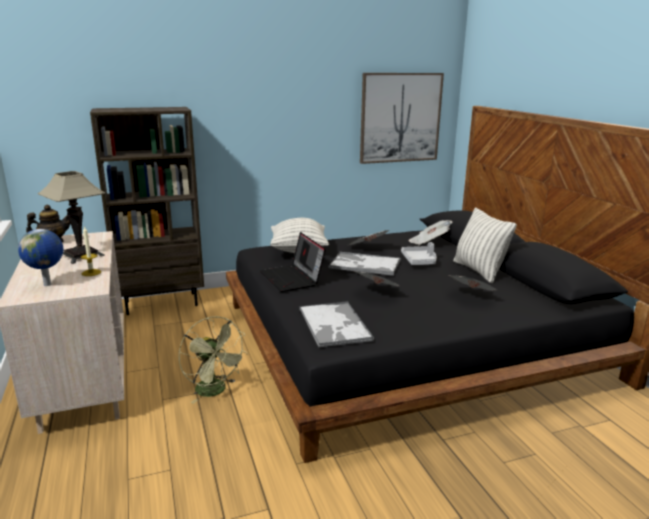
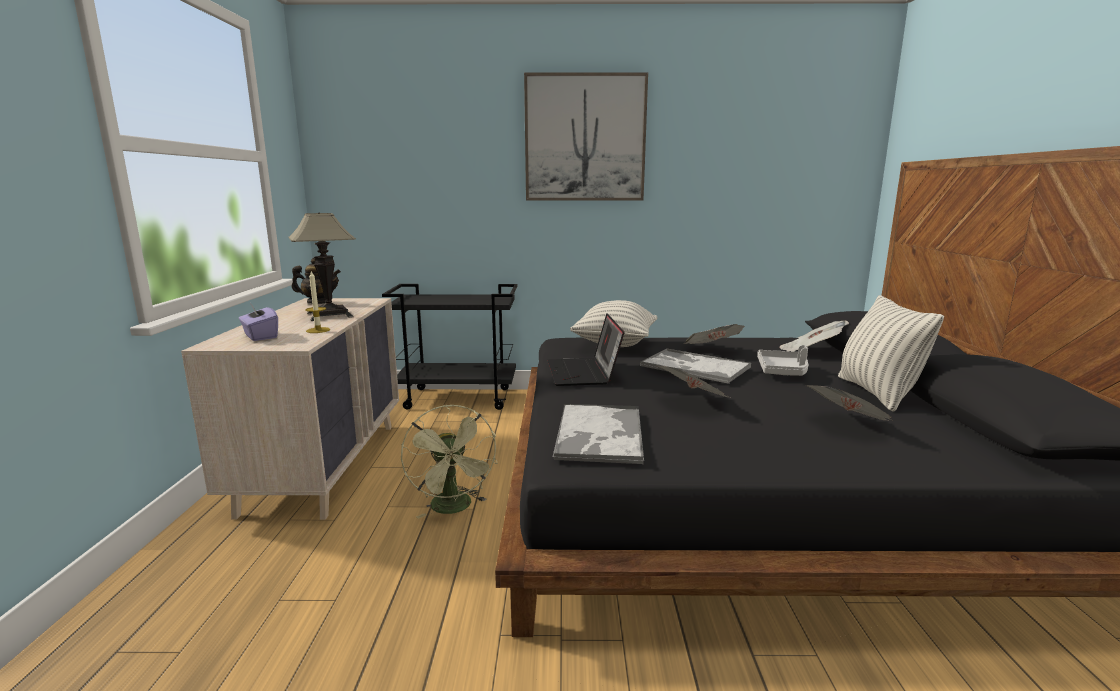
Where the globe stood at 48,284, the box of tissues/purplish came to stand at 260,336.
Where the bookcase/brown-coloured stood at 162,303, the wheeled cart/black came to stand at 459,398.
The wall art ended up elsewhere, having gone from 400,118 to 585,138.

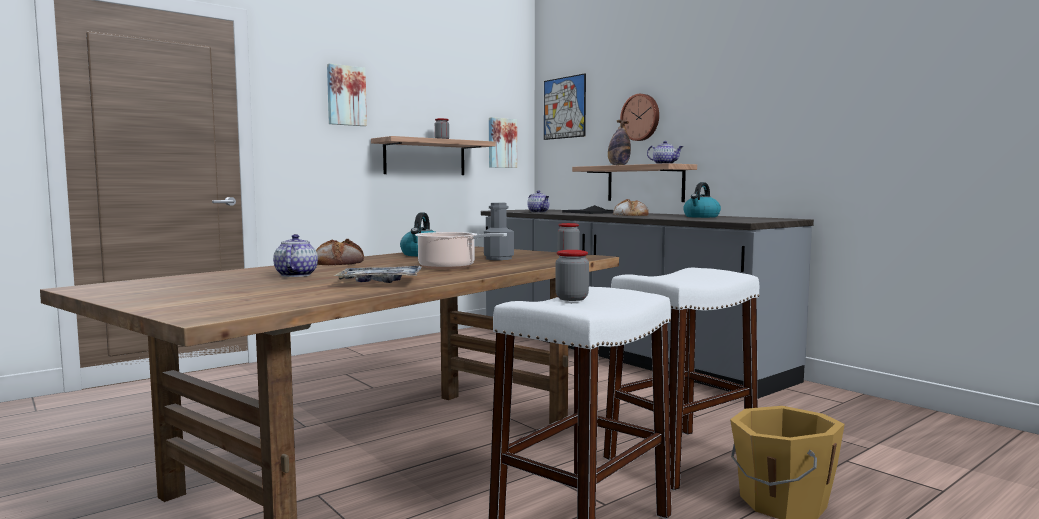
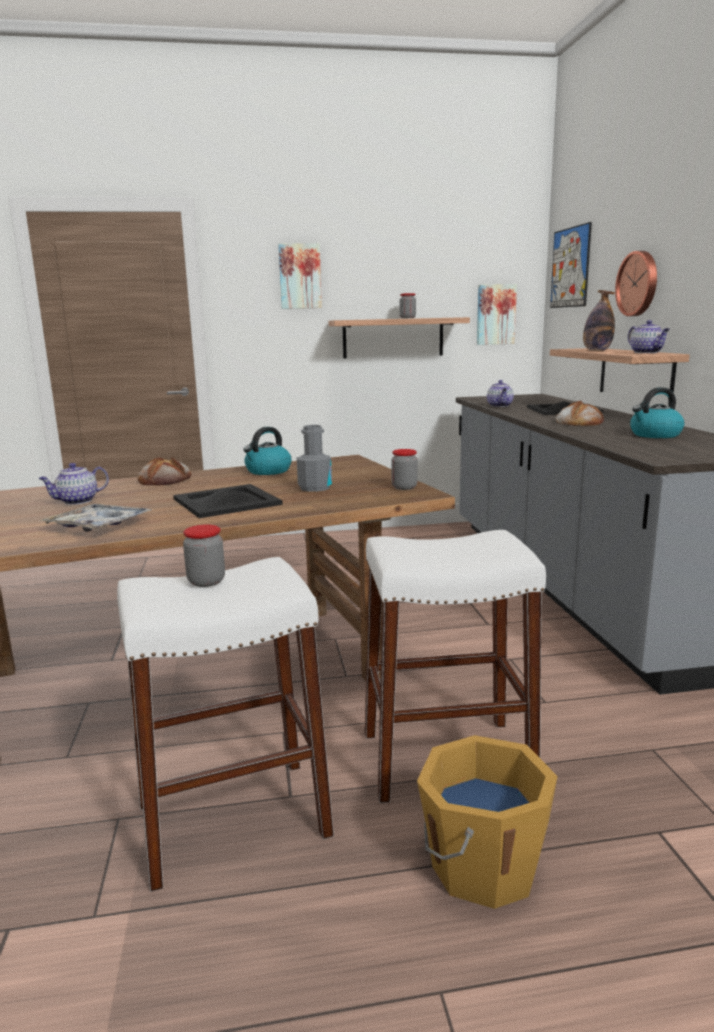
The pot for tea at 296,275 ended up facing another way, 150 degrees counterclockwise from before.
Where the stockpot stood at 450,267, the carrying tray/black came to stand at 226,502.

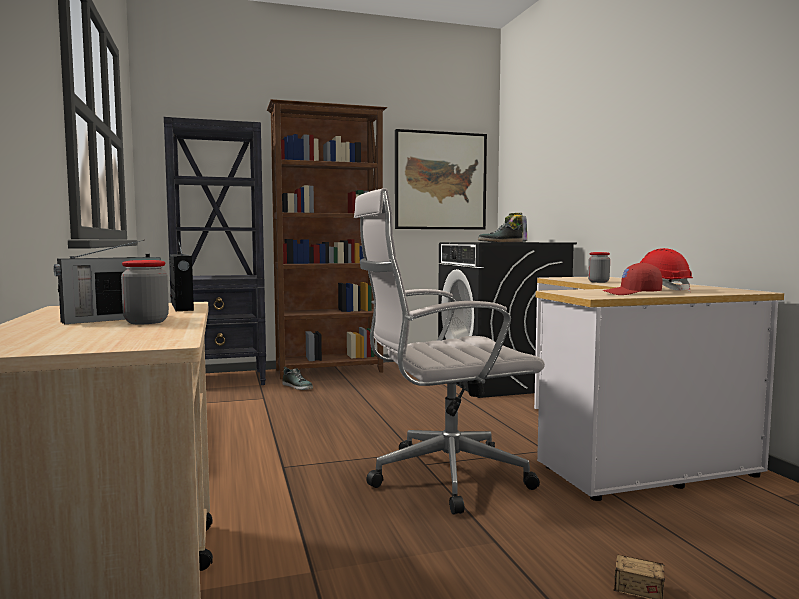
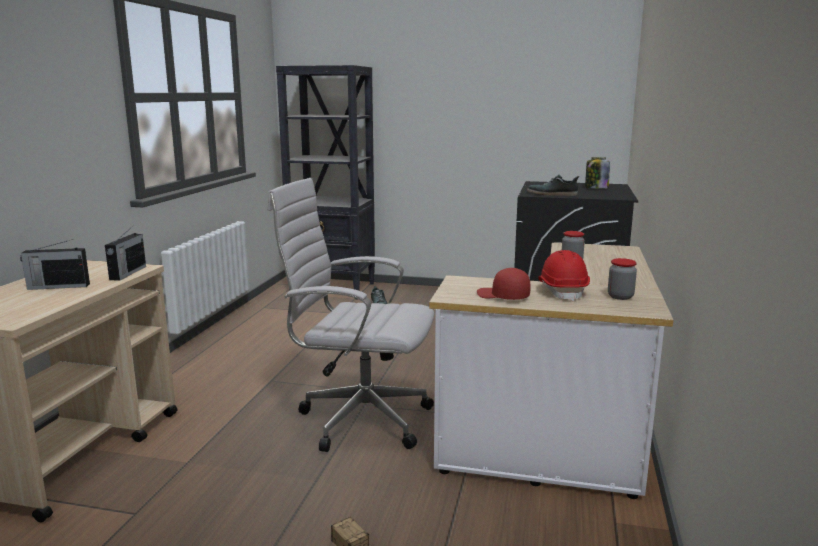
The jar ended up elsewhere, having gone from 146,322 to 620,297.
The second view lost the bookcase/brown-coloured at 330,371.
The second view lost the wall art at 440,181.

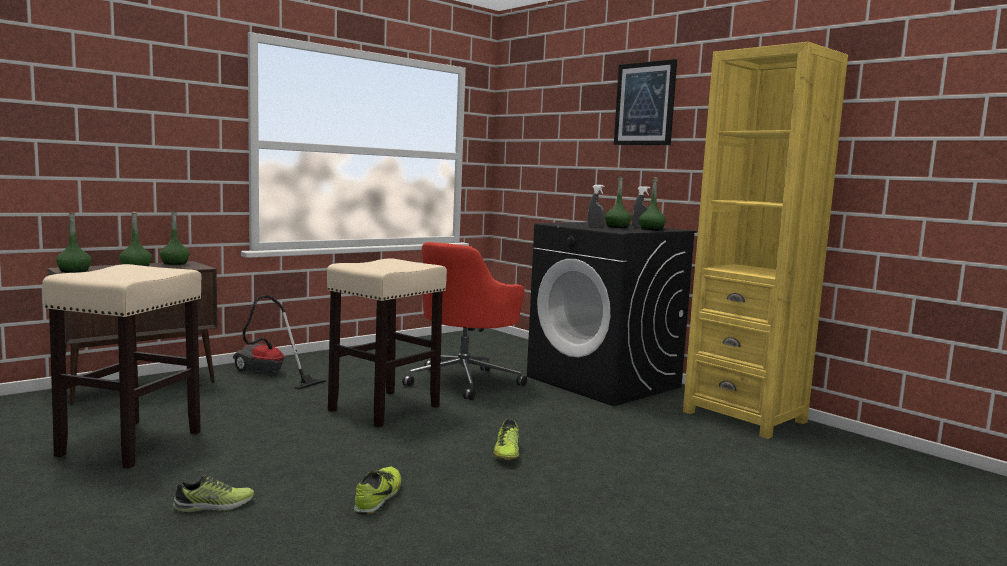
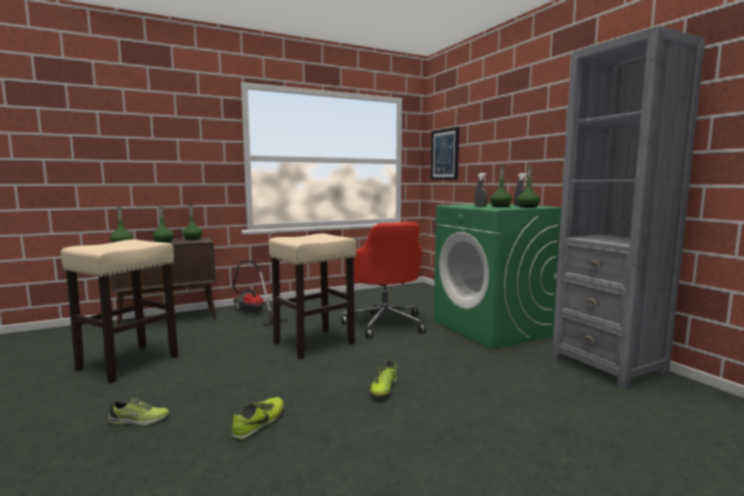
The office chair/red-coloured at 464,381 ended up facing another way, 60 degrees counterclockwise from before.
What was the washing machine/black at 604,382 turned into the washing machine/green-coloured at 494,328.
The wall art ended up elsewhere, having gone from 645,104 to 445,154.
What was the bookcase/yellow at 744,417 turned into the bookcase/greyish at 607,365.

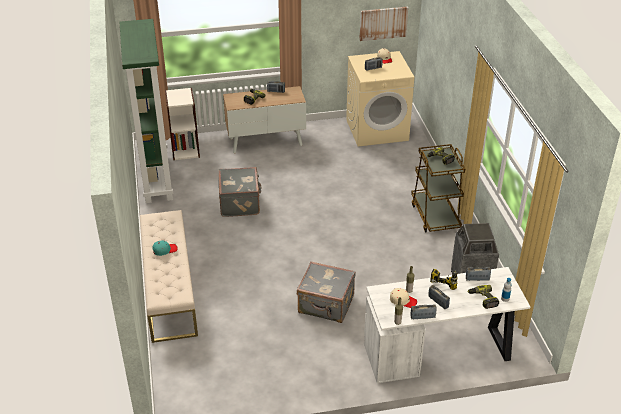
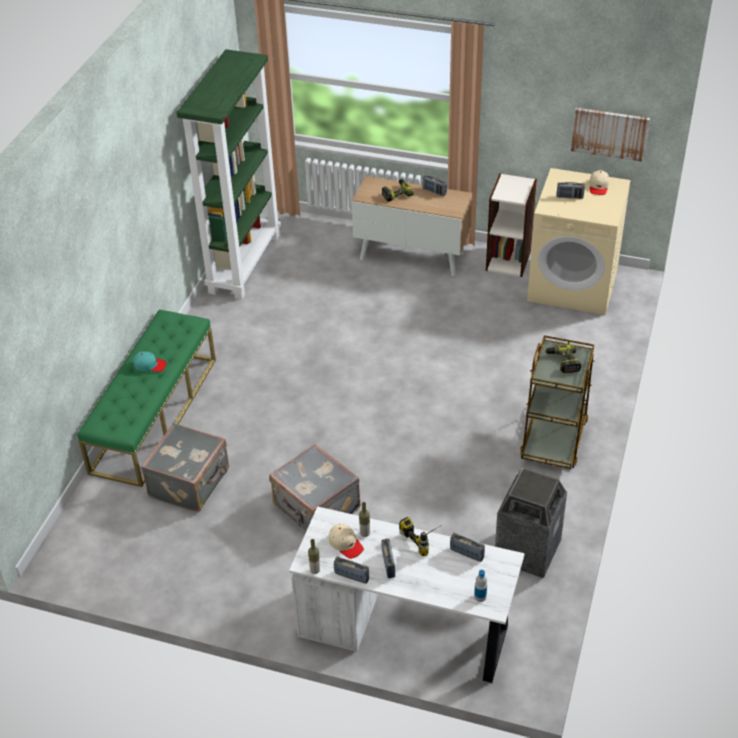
What was the bench/beige-coloured at 169,288 turned into the bench/green-coloured at 154,414.
The bookcase ended up elsewhere, having gone from 185,150 to 508,260.
The piece of luggage/greyish ended up elsewhere, having gone from 240,203 to 191,483.
The second view lost the electric drill at 483,299.

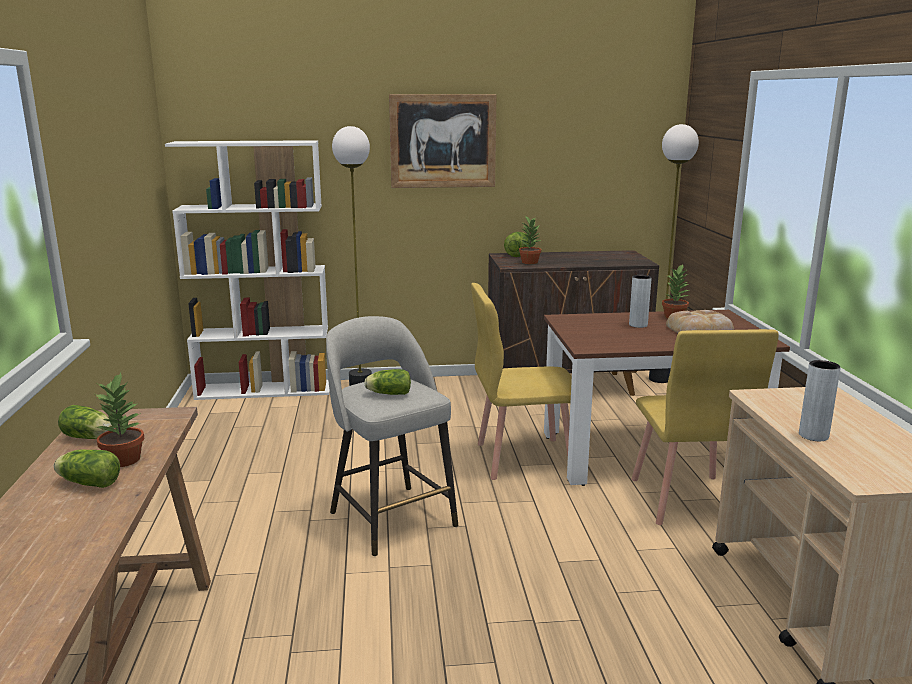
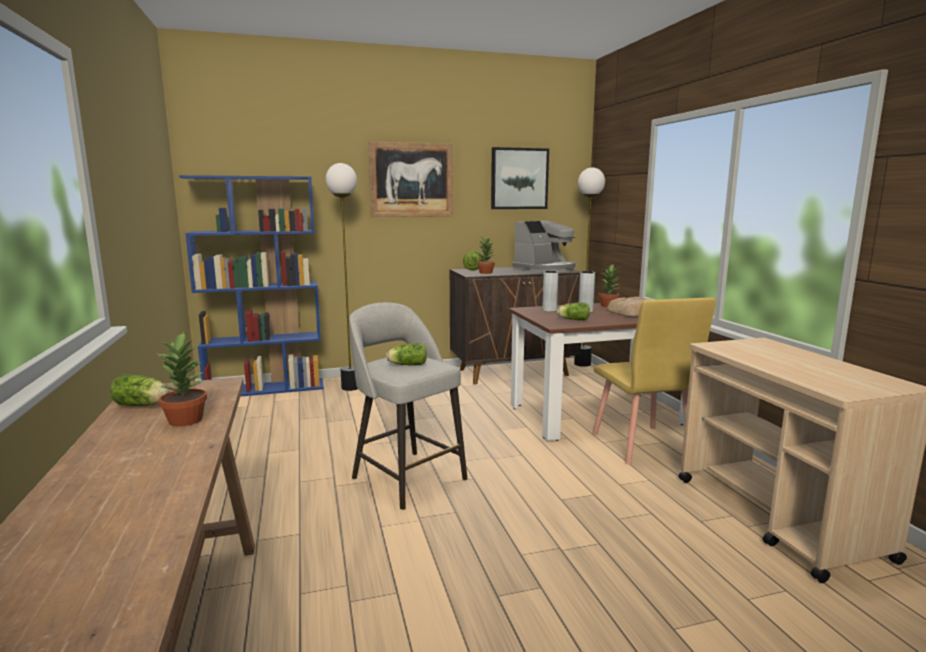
The lettuce head ended up elsewhere, having gone from 87,483 to 572,319.
What was the bookcase/whitish at 265,390 turned into the bookcase/bluish at 266,389.
The second view lost the chair/yellow at 523,458.
The vase/greyish ended up elsewhere, having gone from 813,435 to 549,310.
The second view gained the wall art at 519,178.
The second view gained the coffee brewer at 545,269.

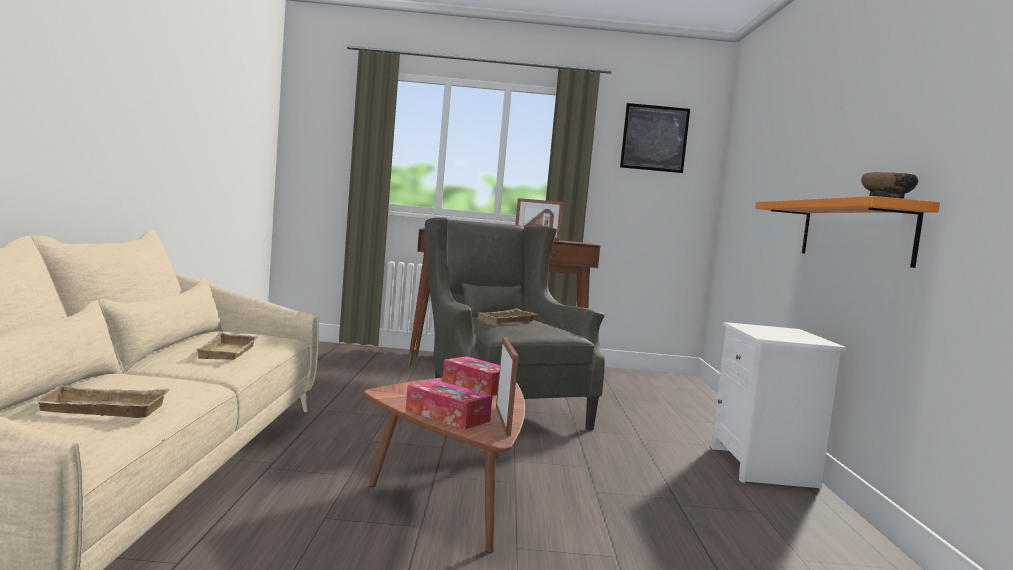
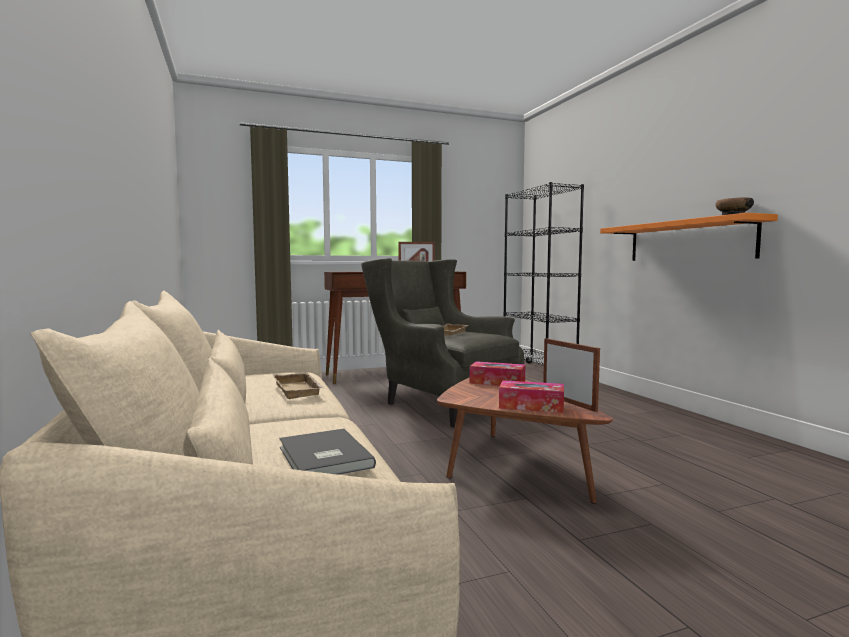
Where the carrying tray/beige-coloured stood at 99,410, the bound book/greyish came to stand at 322,458.
The second view lost the wall art at 654,138.
The second view lost the nightstand/whitish at 765,468.
The second view gained the bookcase/black at 538,371.

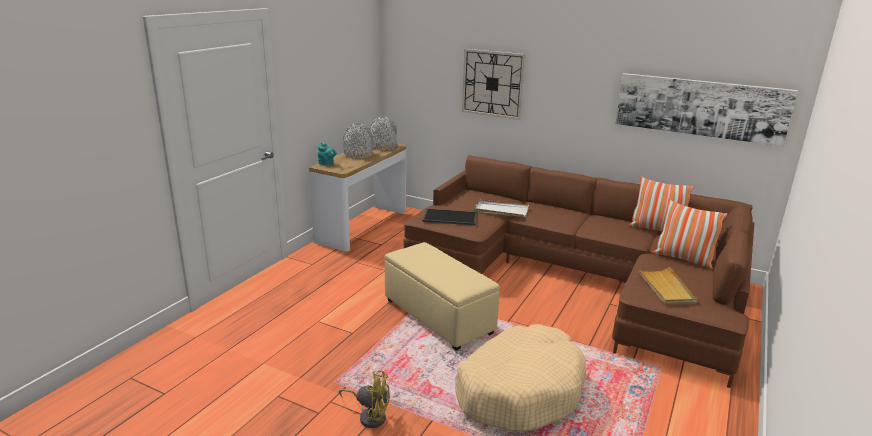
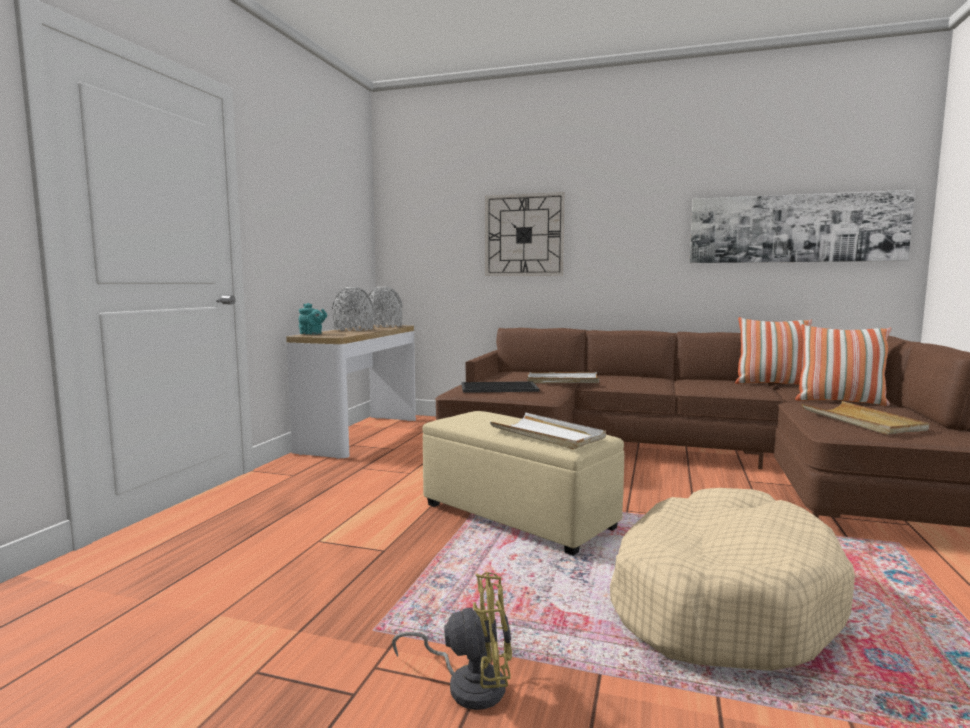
The second view gained the carrying tray/whitish at 547,435.

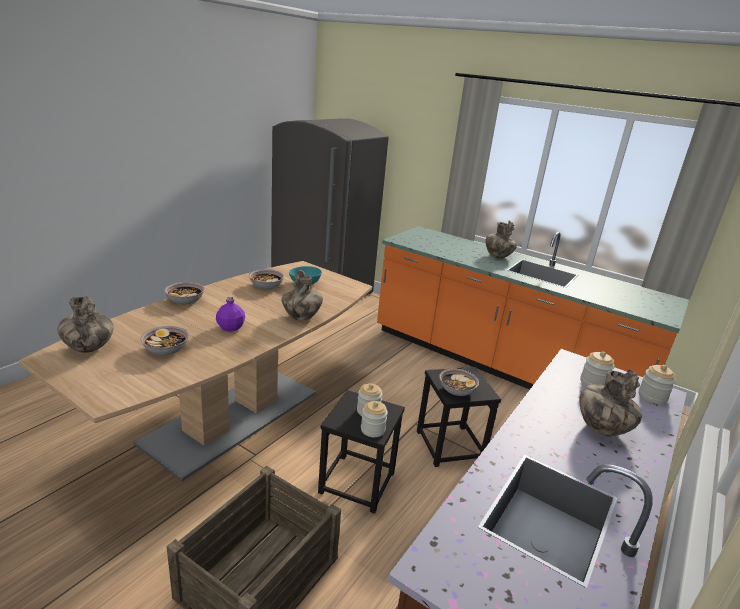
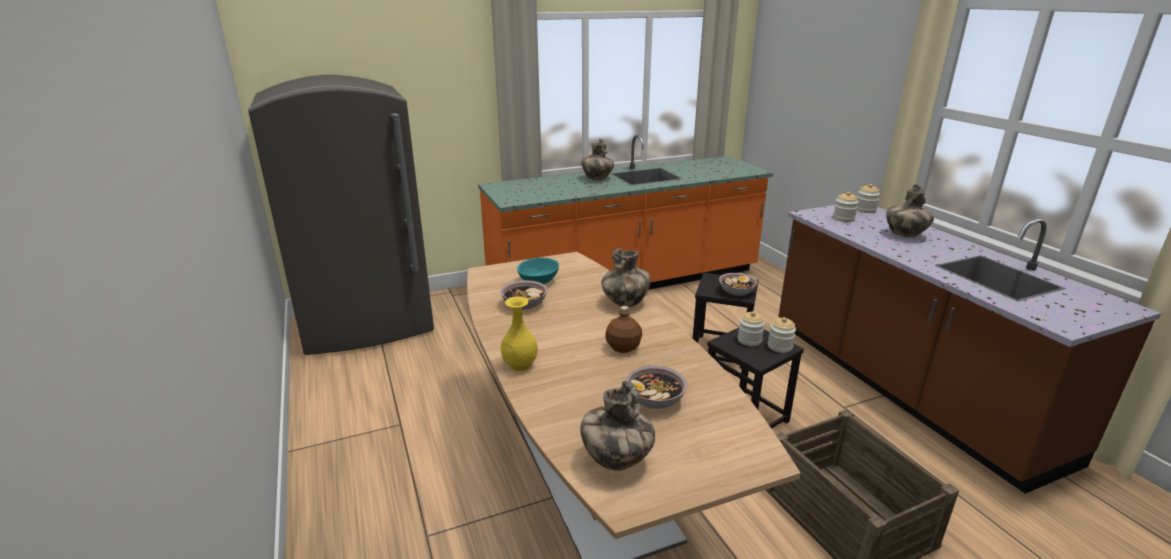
Where the bowl stood at 185,300, the vase/yellow came to stand at 520,364.
What was the drink bottle/purplish at 231,327 turned into the drink bottle/brown-coloured at 623,347.

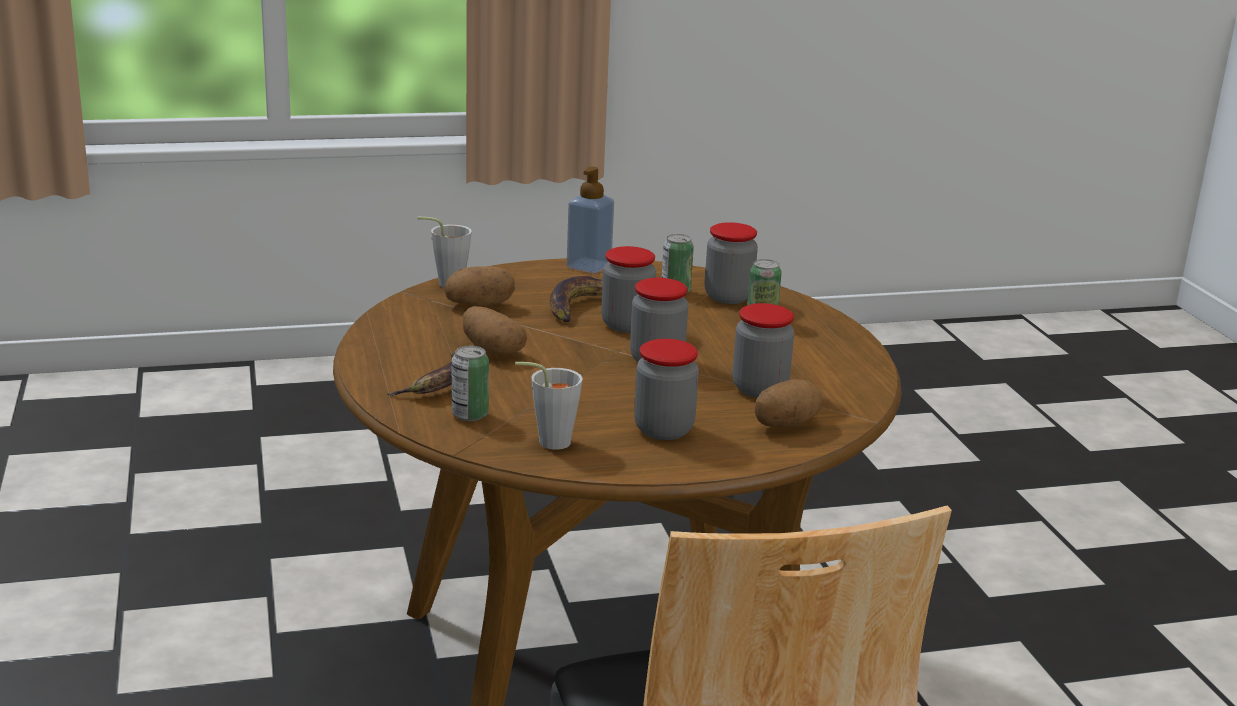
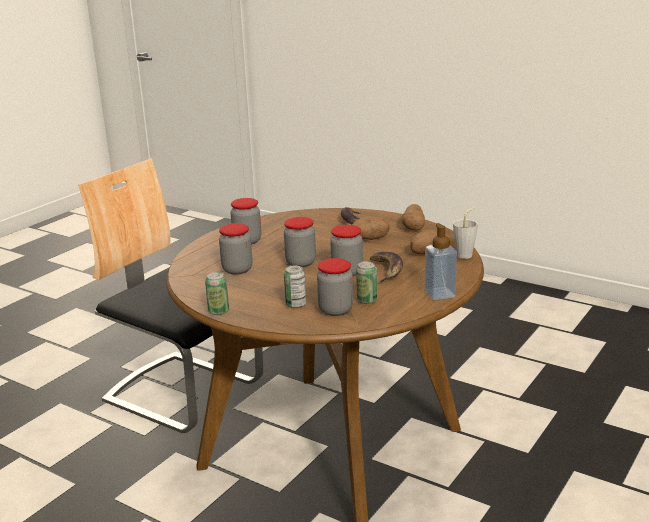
The sealed can ended up elsewhere, having gone from 470,415 to 218,311.
The second view lost the drinking cup/greyish at 547,442.
The whole potato ended up elsewhere, having gone from 785,424 to 414,227.

